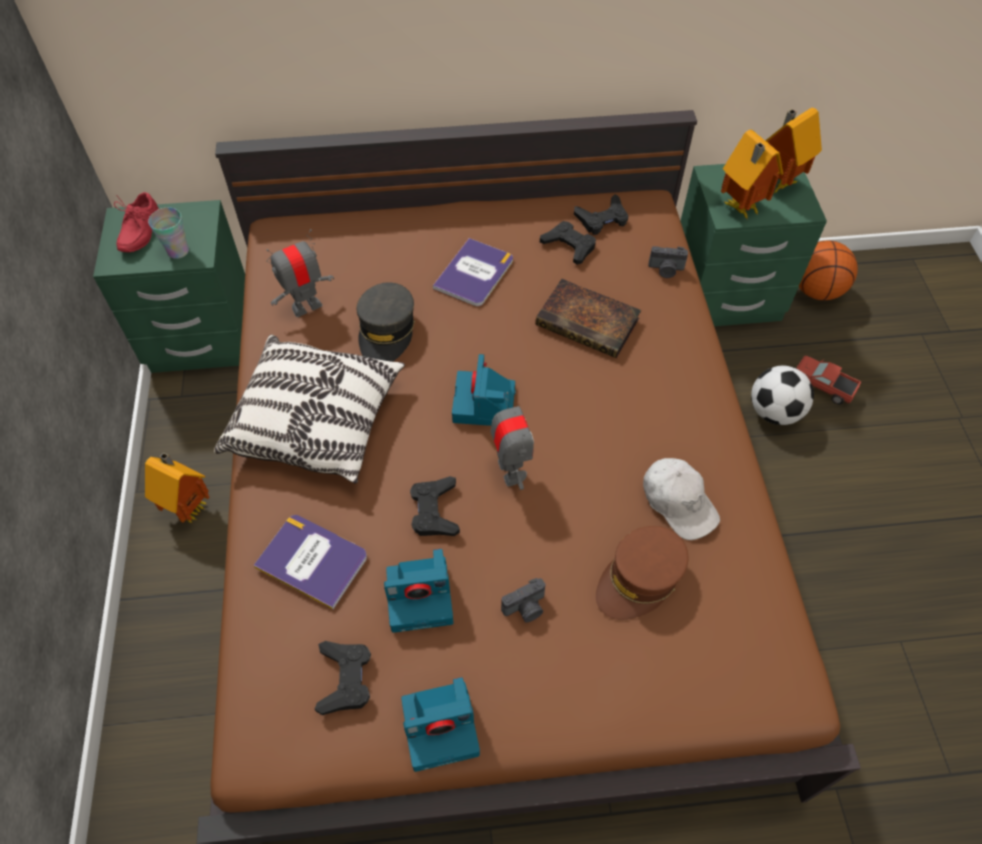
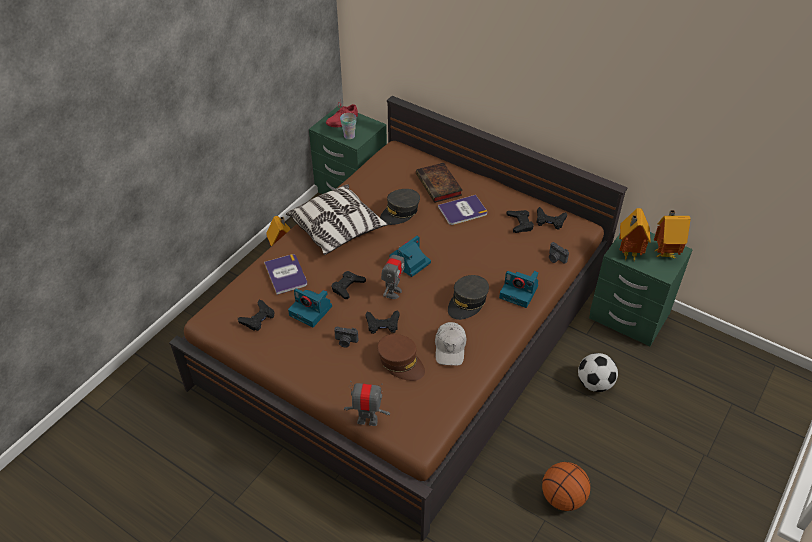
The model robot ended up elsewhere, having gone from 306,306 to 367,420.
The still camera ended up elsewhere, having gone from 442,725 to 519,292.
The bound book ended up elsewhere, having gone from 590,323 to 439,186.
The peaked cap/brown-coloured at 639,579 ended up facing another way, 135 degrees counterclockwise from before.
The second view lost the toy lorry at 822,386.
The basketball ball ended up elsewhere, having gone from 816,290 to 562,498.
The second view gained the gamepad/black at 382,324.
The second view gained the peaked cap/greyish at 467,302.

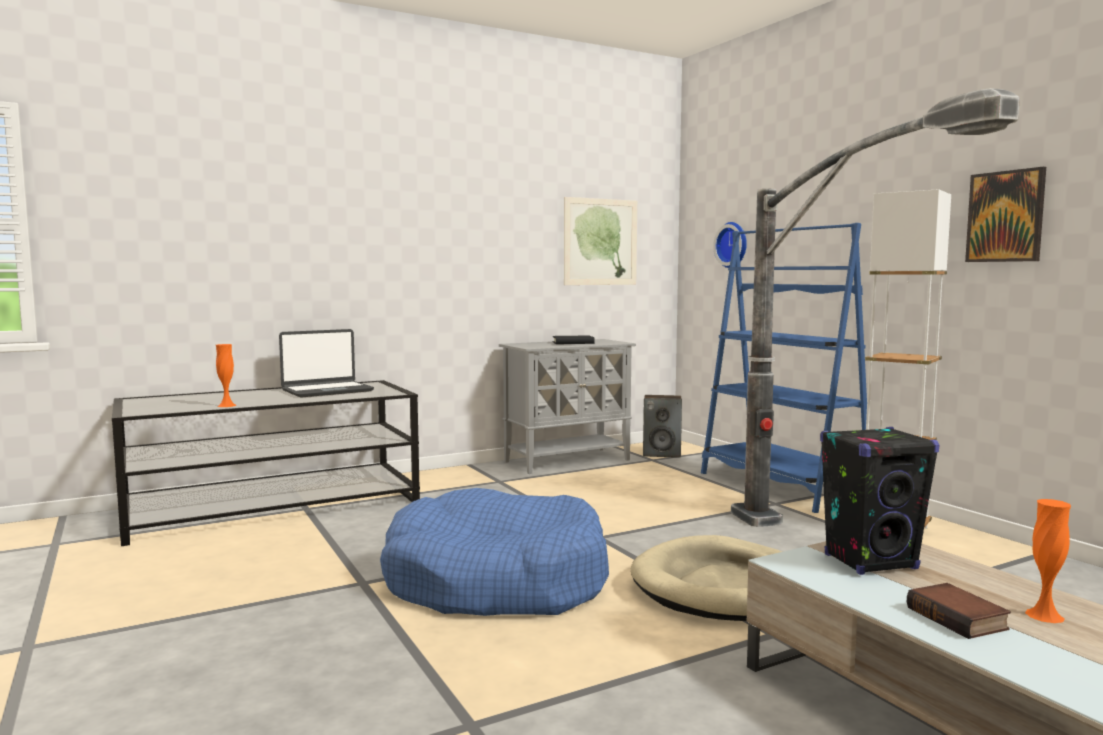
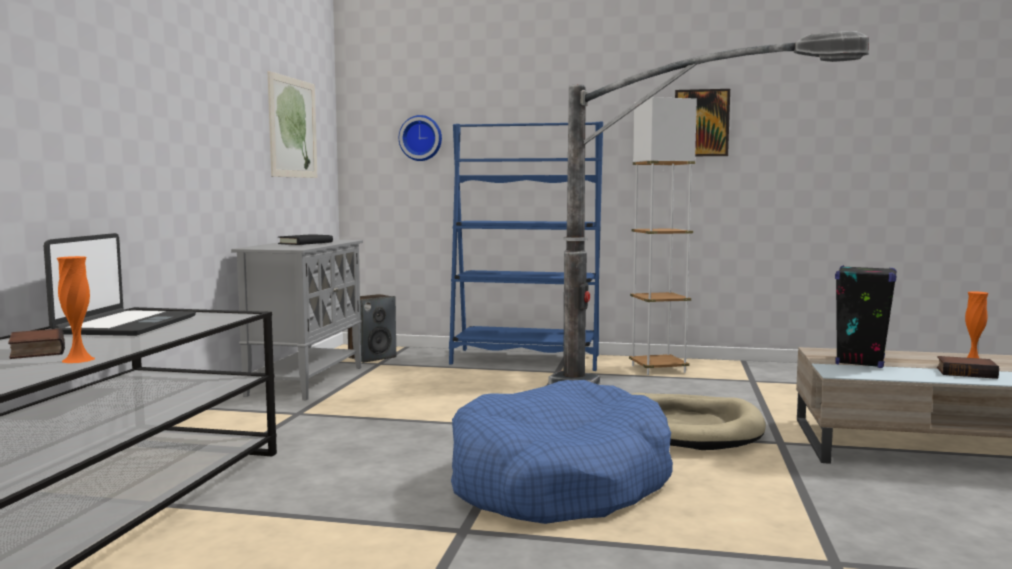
The second view gained the bound book at 35,351.

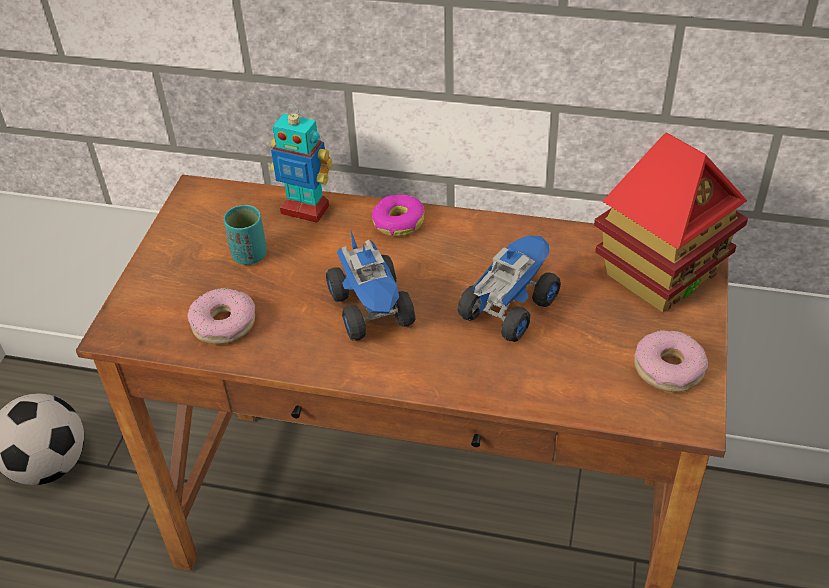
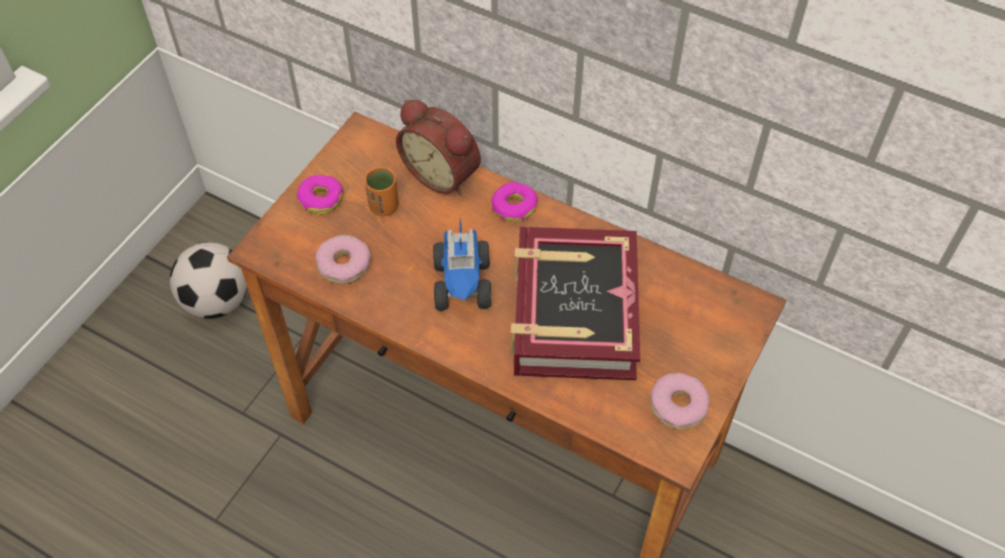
What was the drinking cup/turquoise at 249,255 turned into the drinking cup/orange at 384,206.
Where the model robot stood at 305,209, the bedside clock came to stand at 443,173.
Where the toy lorry stood at 508,307, the bound book came to stand at 573,313.
The second view lost the toy house at 660,274.
The second view gained the ring doughnut at 321,199.

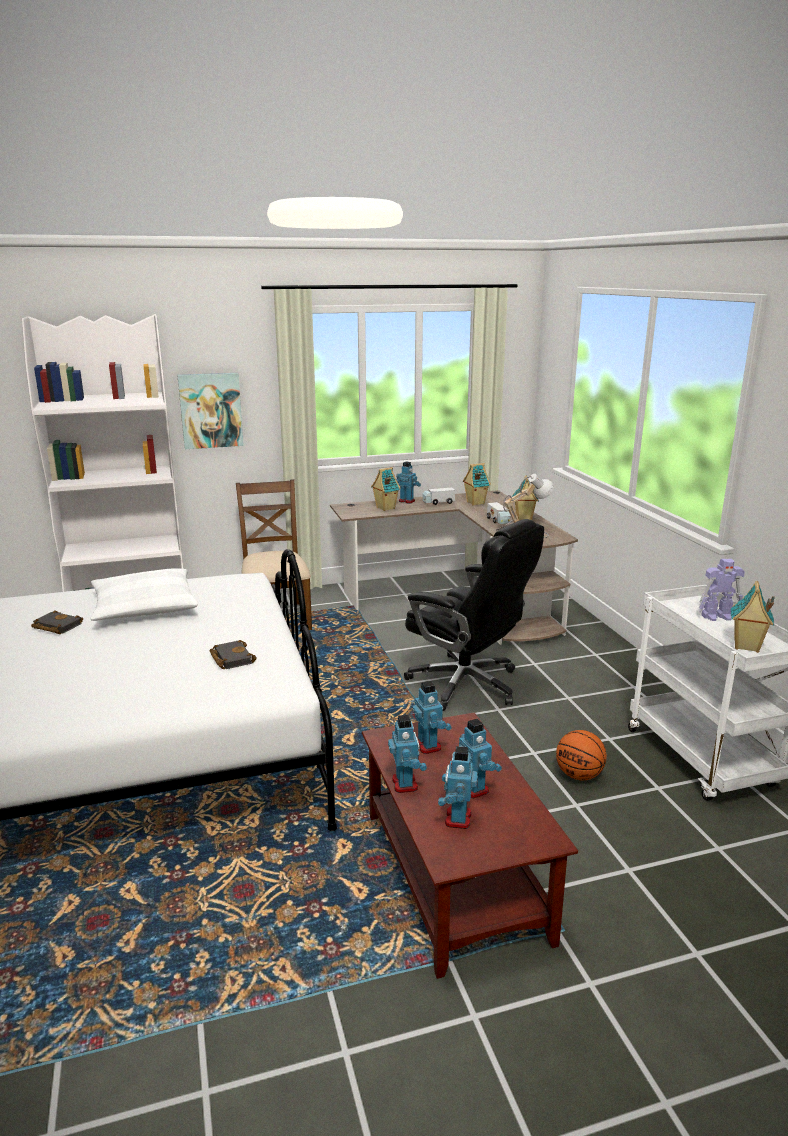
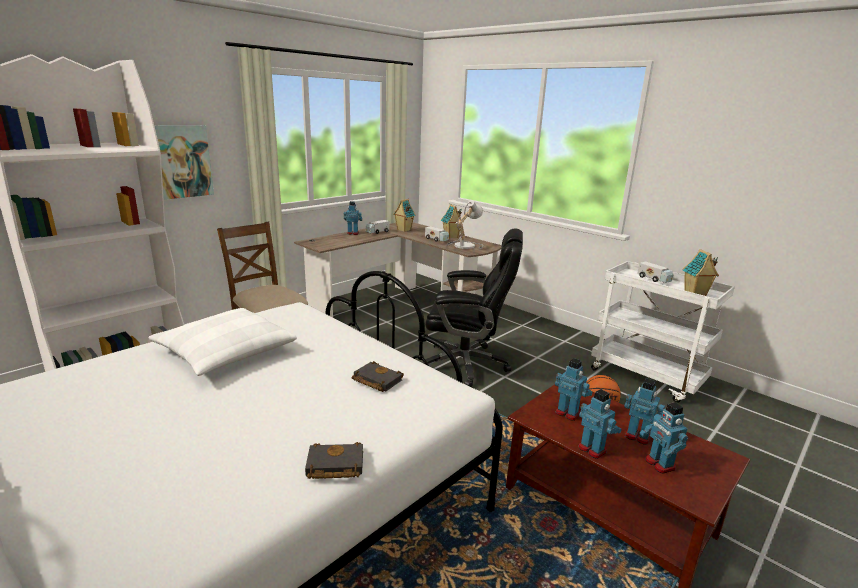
The bound book/black ended up elsewhere, having gone from 55,626 to 333,466.
The second view lost the toy house at 385,508.
Where the model robot stood at 718,616, the toy lorry came to stand at 654,279.

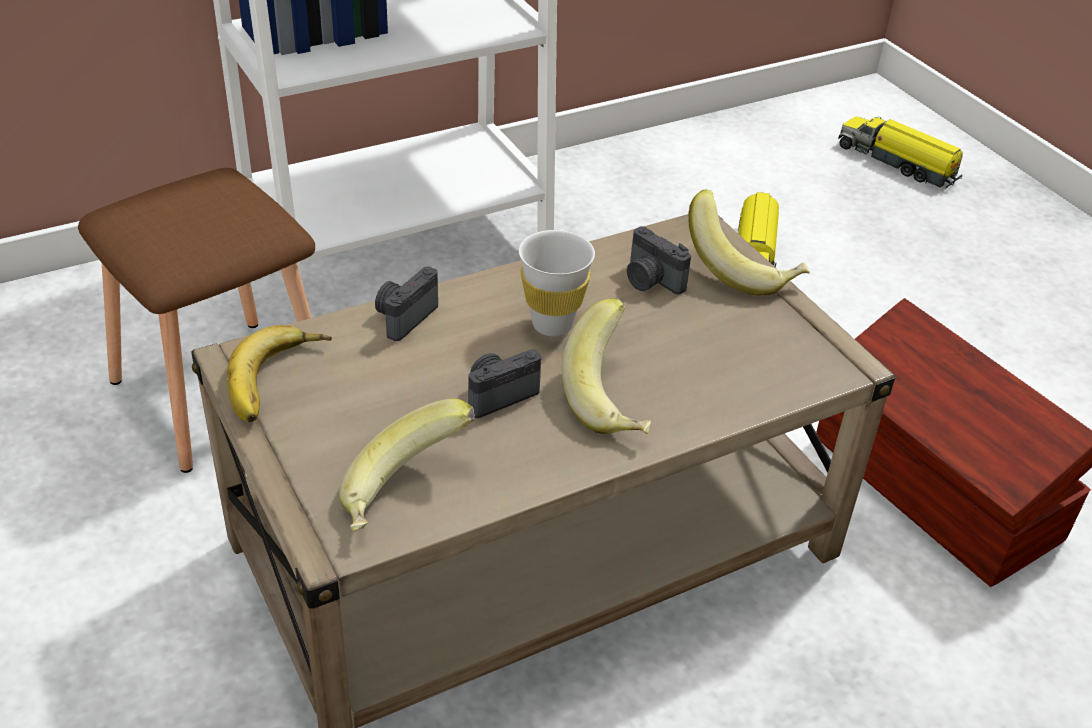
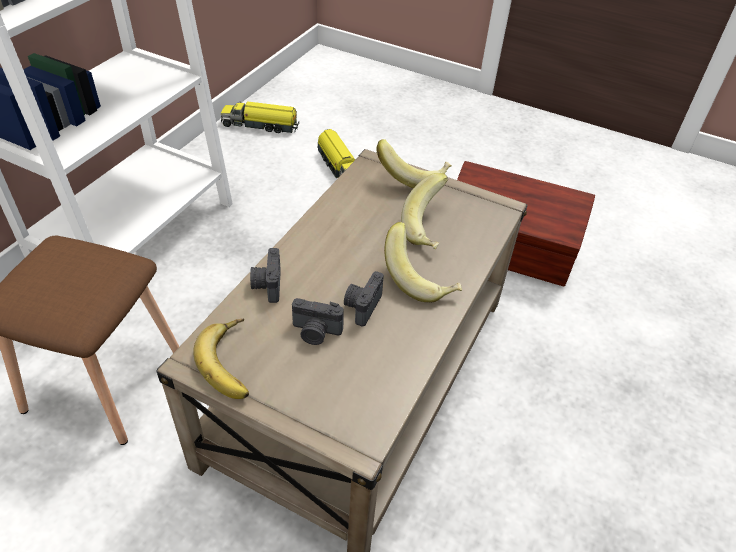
The banana fruit ended up elsewhere, having gone from 407,495 to 429,229.
The second view lost the drinking cup/whitish at 552,324.
The still camera ended up elsewhere, having gone from 650,281 to 315,332.
The toy lorry ended up elsewhere, having gone from 898,163 to 261,125.

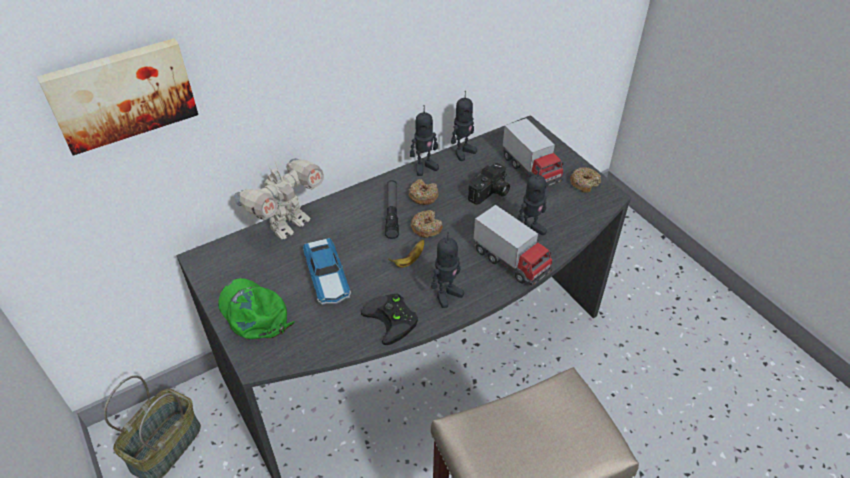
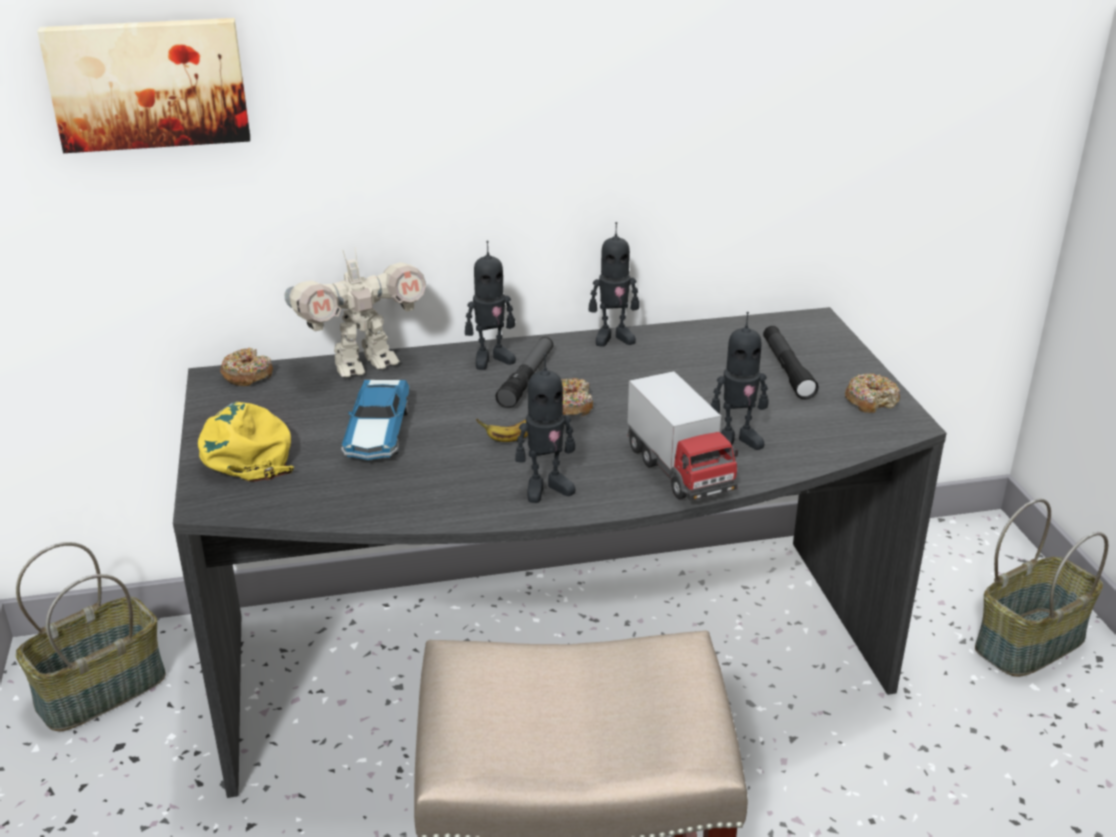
What was the peaked cap/green-coloured at 253,313 turned into the peaked cap/yellow at 245,449.
The second view lost the gamepad/black at 393,320.
The ring doughnut ended up elsewhere, having gone from 423,196 to 247,375.
The model robot ended up elsewhere, having gone from 463,152 to 491,359.
The second view lost the still camera at 490,193.
Where the toy lorry stood at 530,170, the torch/black came to stand at 787,369.
The second view gained the household basket at 1029,641.

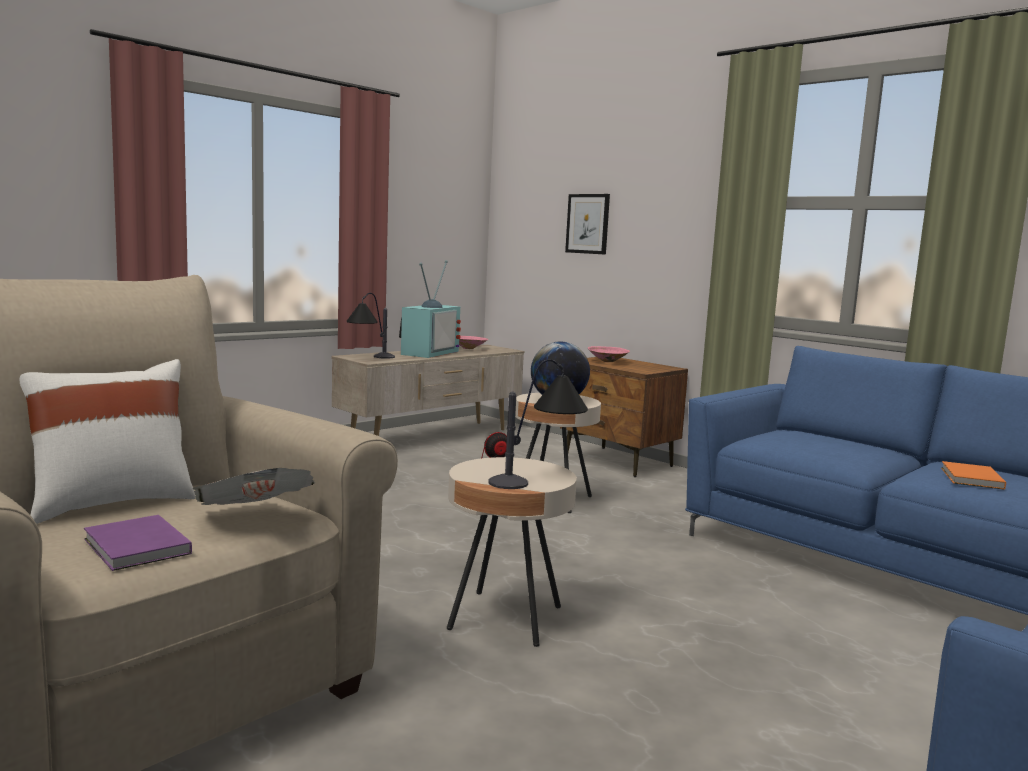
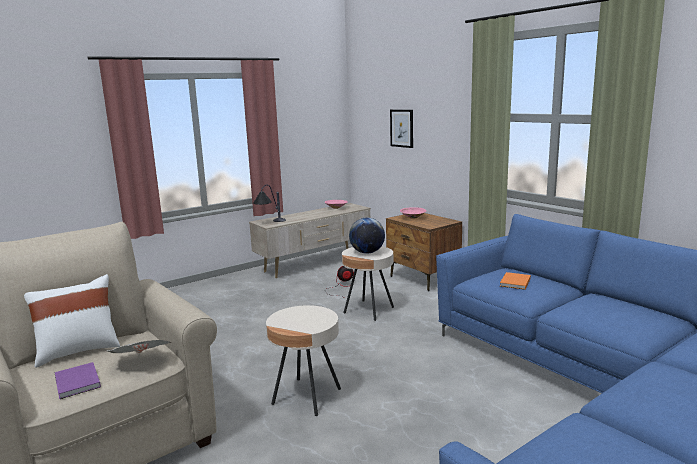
The second view lost the TV set at 427,352.
The second view lost the table lamp at 539,477.
The bound book/orange ended up elsewhere, having gone from 971,478 to 514,282.

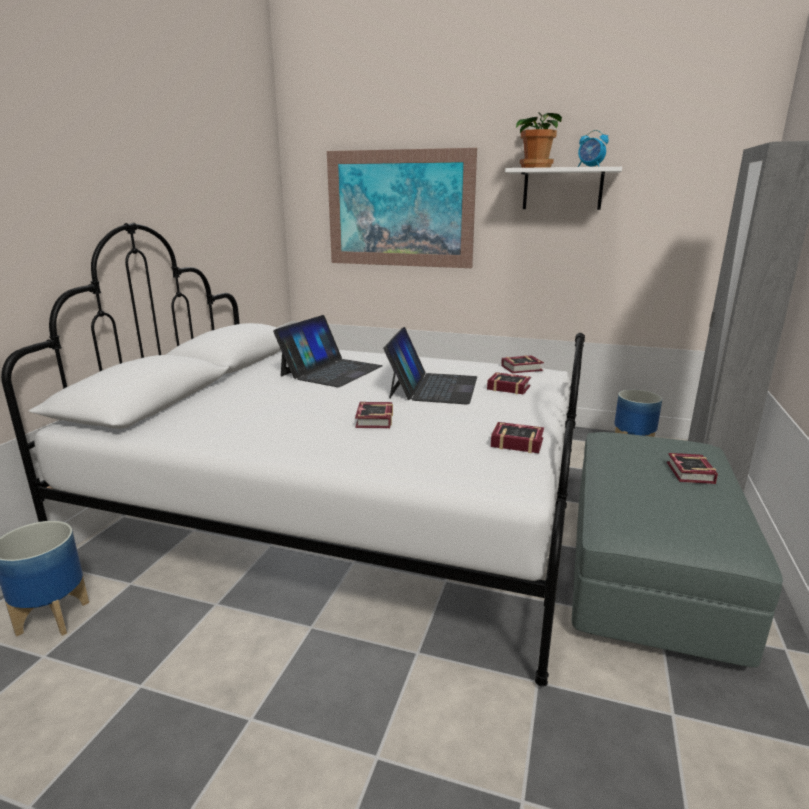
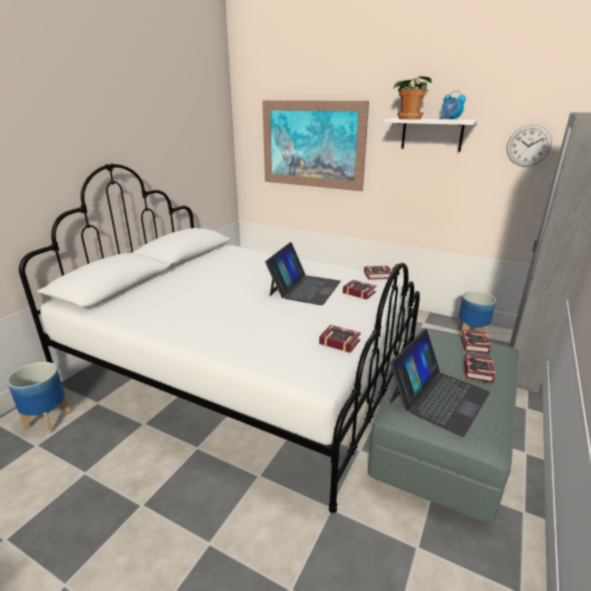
The portable computer ended up elsewhere, having gone from 331,371 to 438,397.
The bound book ended up elsewhere, having gone from 373,420 to 473,345.
The second view gained the hanging clock at 528,146.

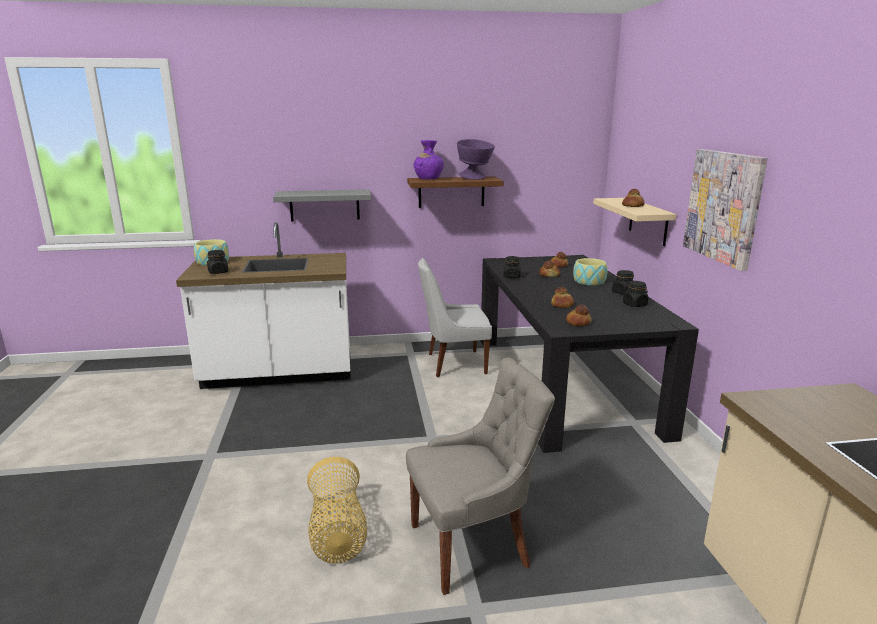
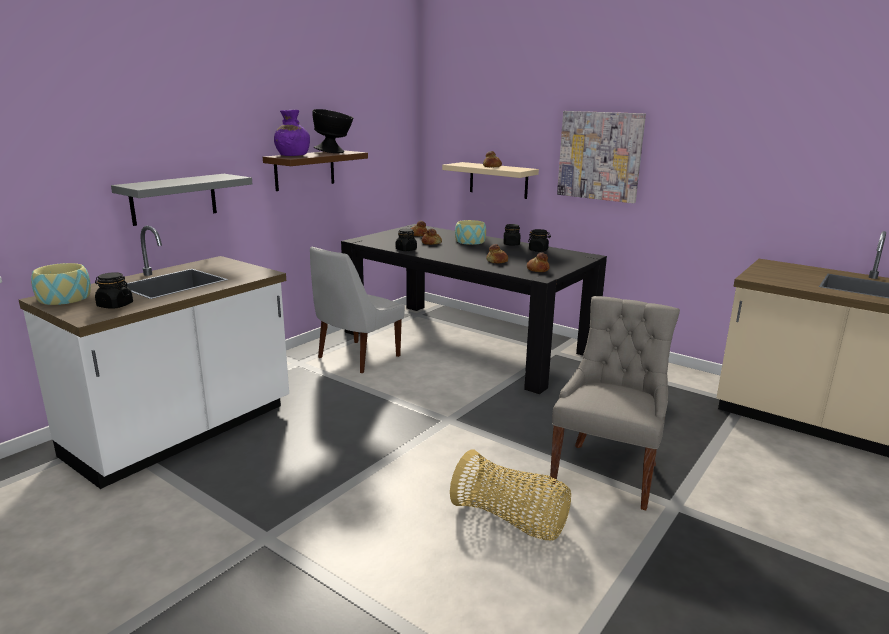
What was the bowl/purplish at 474,178 turned into the bowl/black at 334,152.

